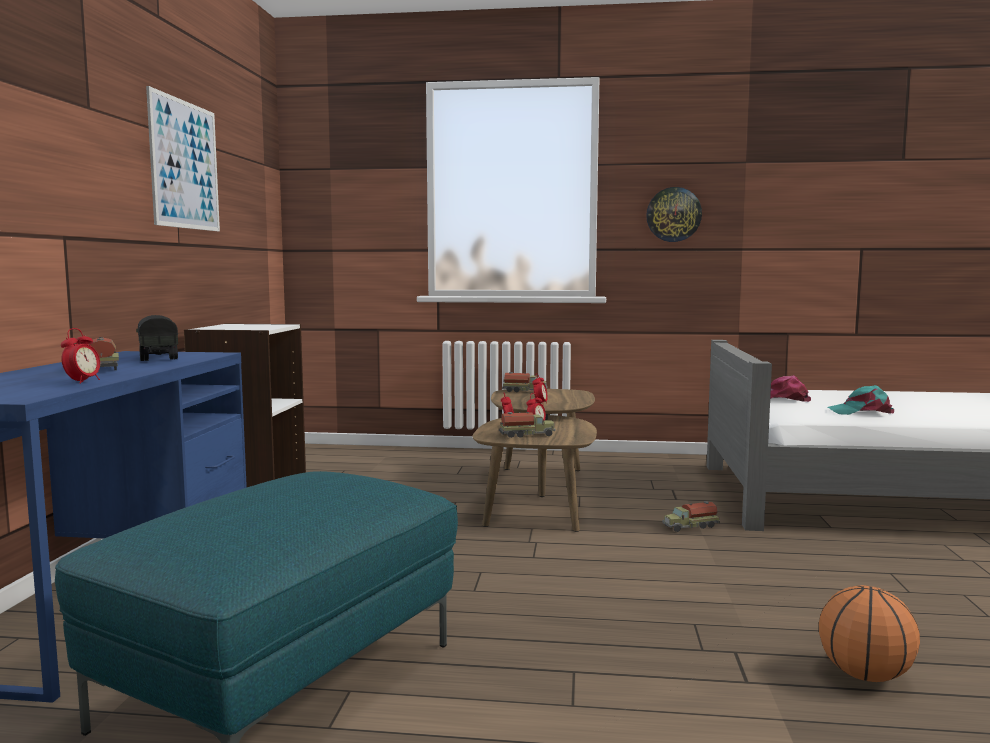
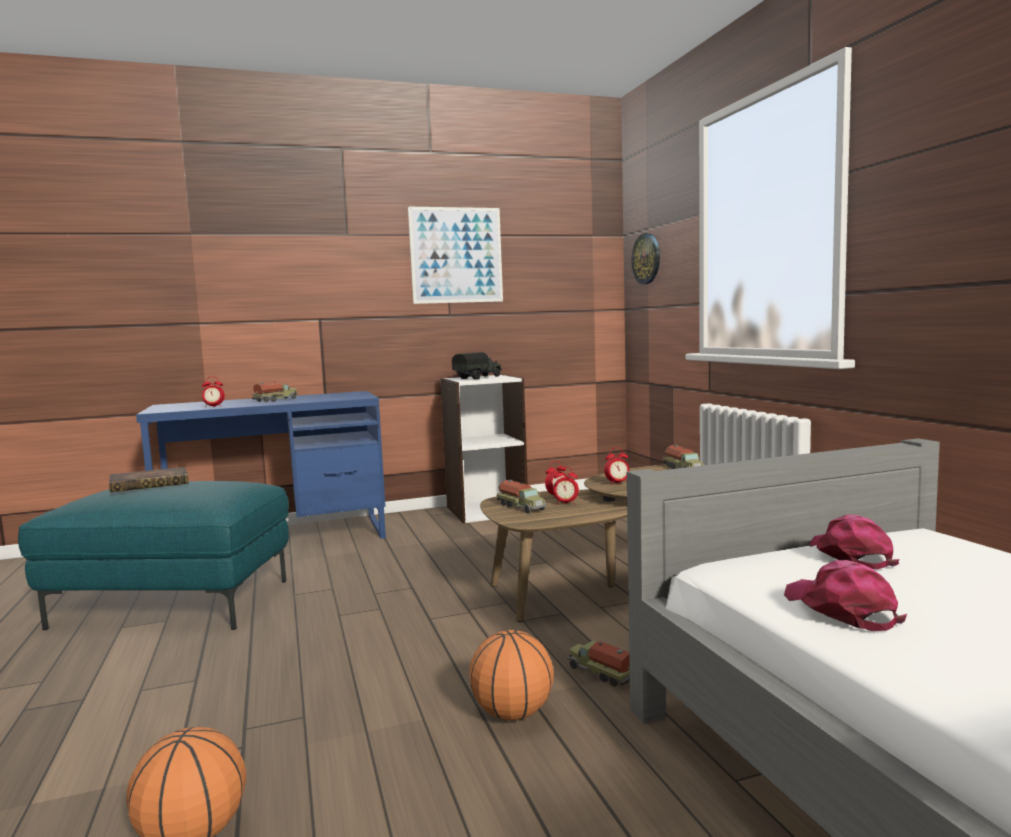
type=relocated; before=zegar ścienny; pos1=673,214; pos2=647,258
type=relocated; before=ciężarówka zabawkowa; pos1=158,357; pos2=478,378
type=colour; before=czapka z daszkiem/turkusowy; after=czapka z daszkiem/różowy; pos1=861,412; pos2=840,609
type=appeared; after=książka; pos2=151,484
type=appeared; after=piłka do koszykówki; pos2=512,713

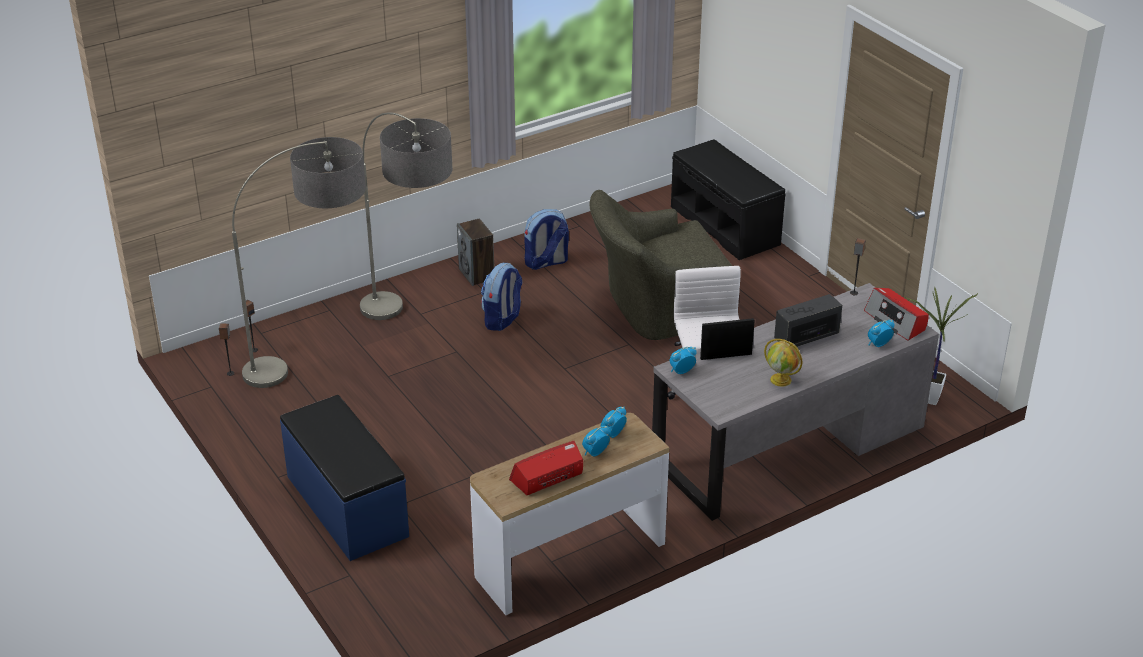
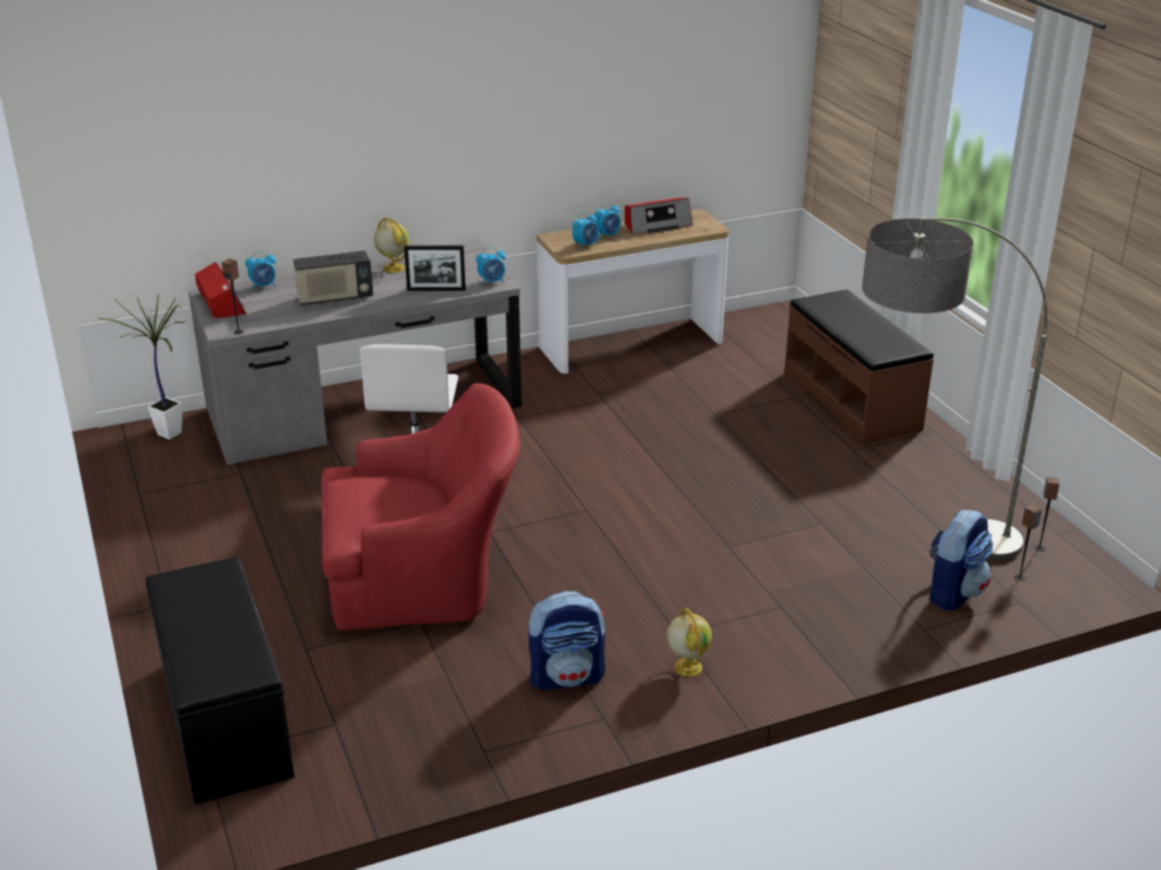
type=missing; before=lampa stojąca; pos1=412,330
type=colour; before=fotel/zielony; after=fotel/czerwony; pos1=657,308; pos2=425,578
type=exchanged; before=głośnik; after=globus; pos1=477,274; pos2=687,667
type=relocated; before=plecak; pos1=502,320; pos2=953,592
type=colour; before=ławka/niebieski; after=ławka/brązowy; pos1=346,506; pos2=852,400

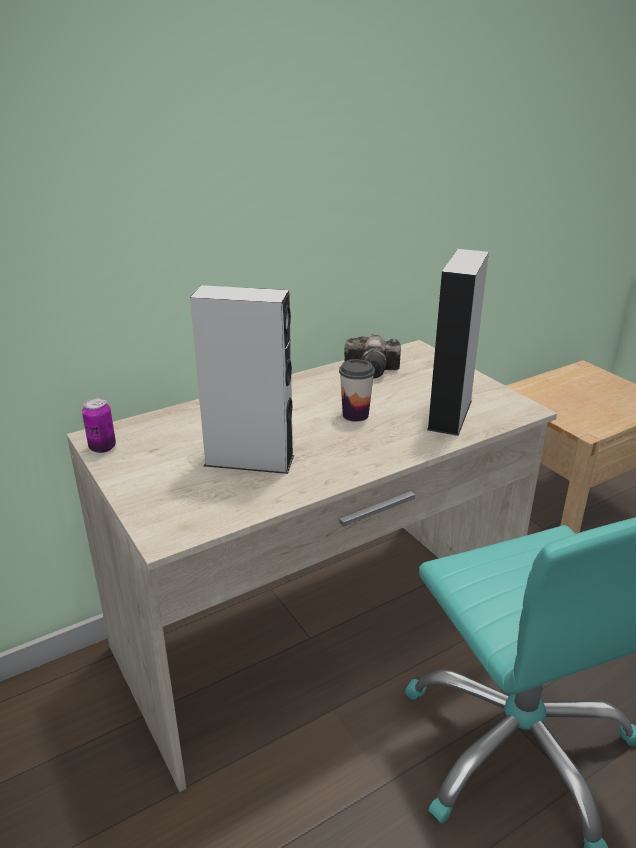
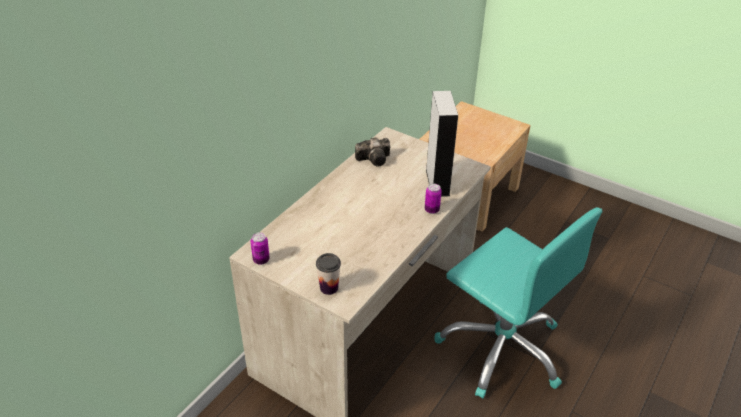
type=missing; before=głośnik/szary; pos1=249,460
type=relocated; before=filiżanka; pos1=355,415; pos2=329,288
type=appeared; after=puszka; pos2=432,210

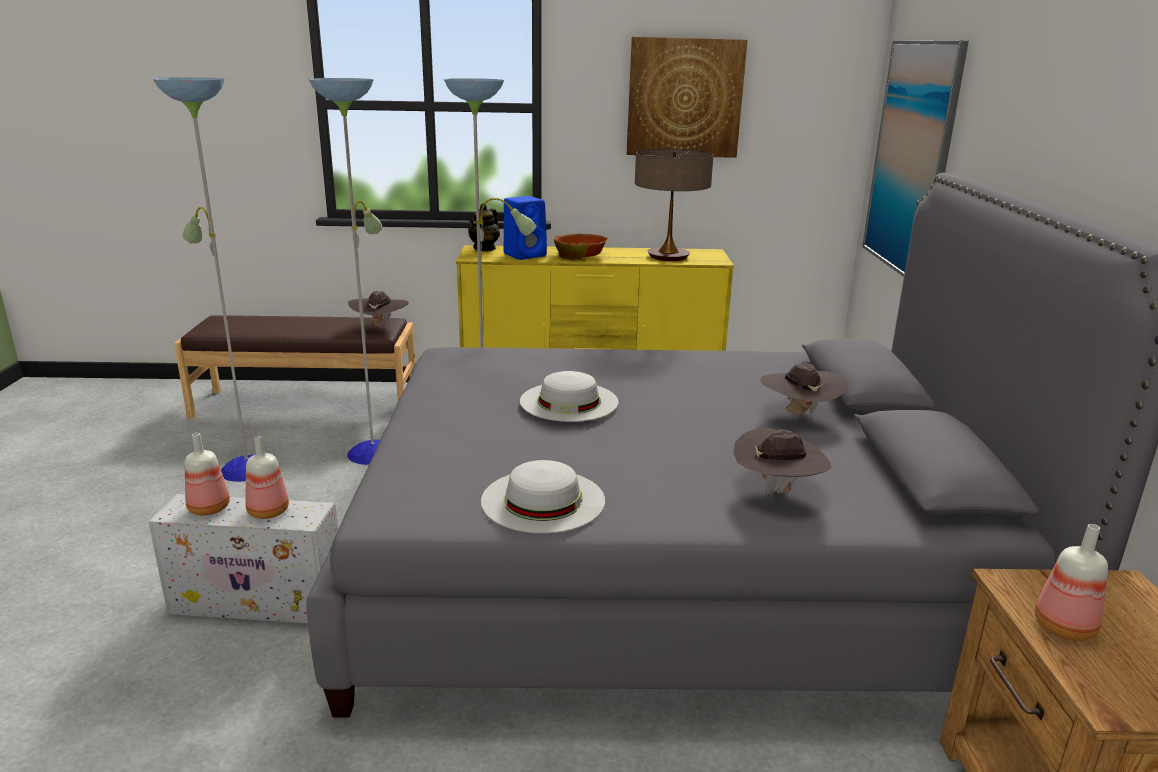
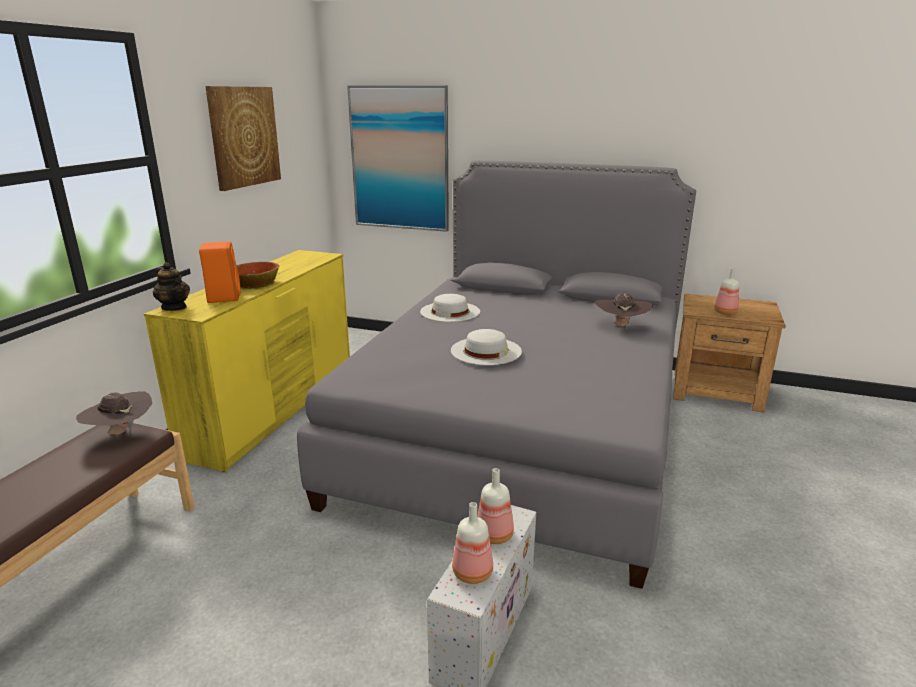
type=missing; before=lampa stojąca; pos1=373,451
type=missing; before=lampa stołowa; pos1=668,257
type=colour; before=głośnik/niebieski; after=głośnik/pomarańczowy; pos1=526,255; pos2=223,297
type=missing; before=kapelusz/brązowy; pos1=798,414
type=relocated; before=kapelusz/biały; pos1=543,500; pos2=450,311

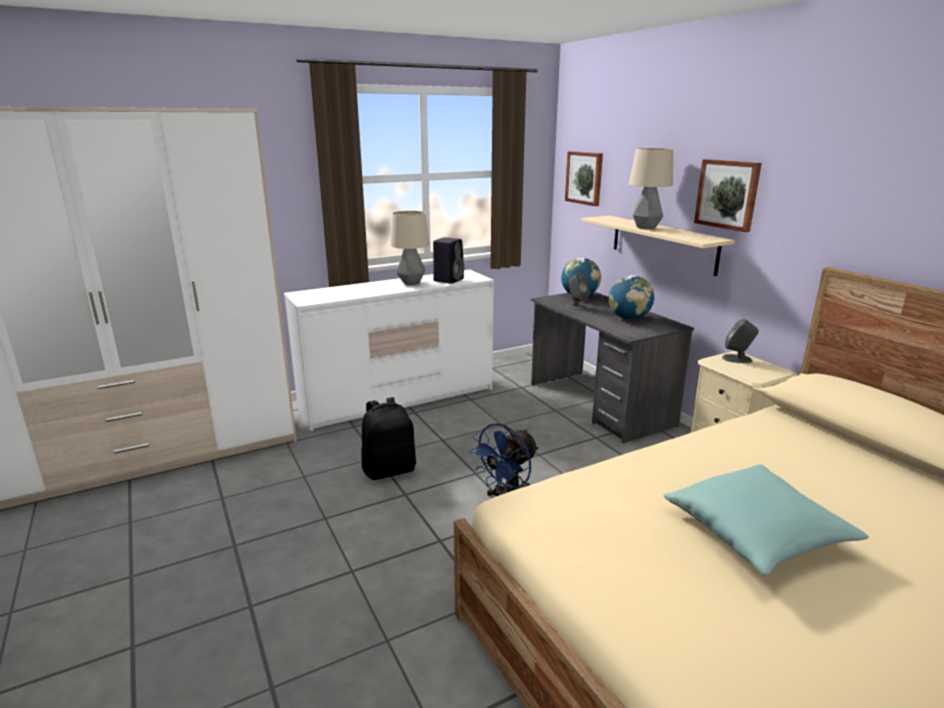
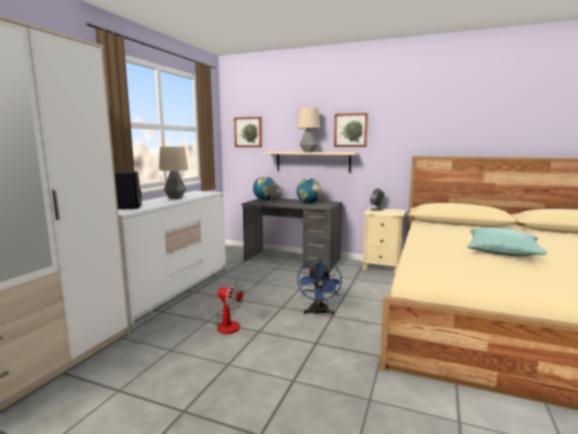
type=relocated; before=głośnik/czarny; pos1=449,280; pos2=129,207
type=exchanged; before=plecak/czarny; after=wentylator; pos1=389,470; pos2=228,324

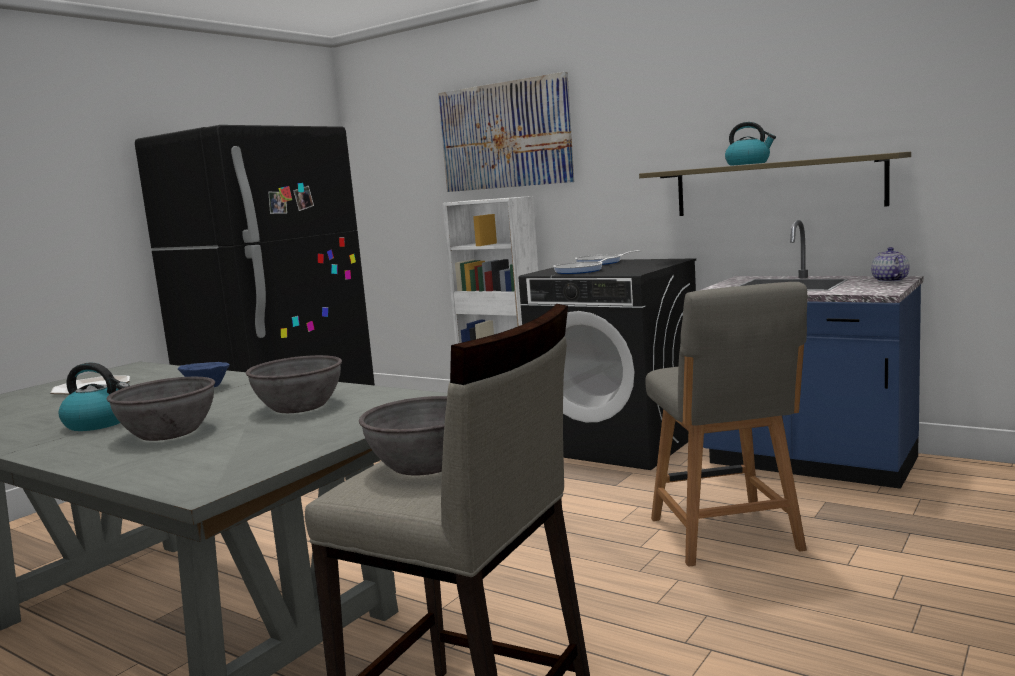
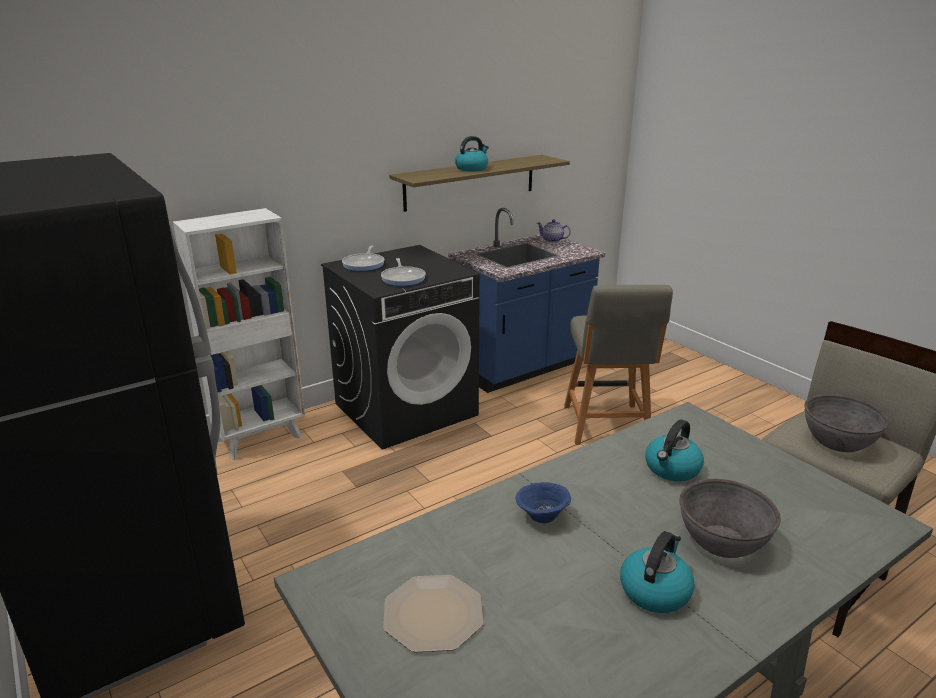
type=missing; before=obraz; pos1=505,135
type=spun; before=krzesło/szary; pos1=726,536; pos2=606,426; turn=75
type=exchanged; before=miska/szary; after=czajnik; pos1=299,406; pos2=672,469

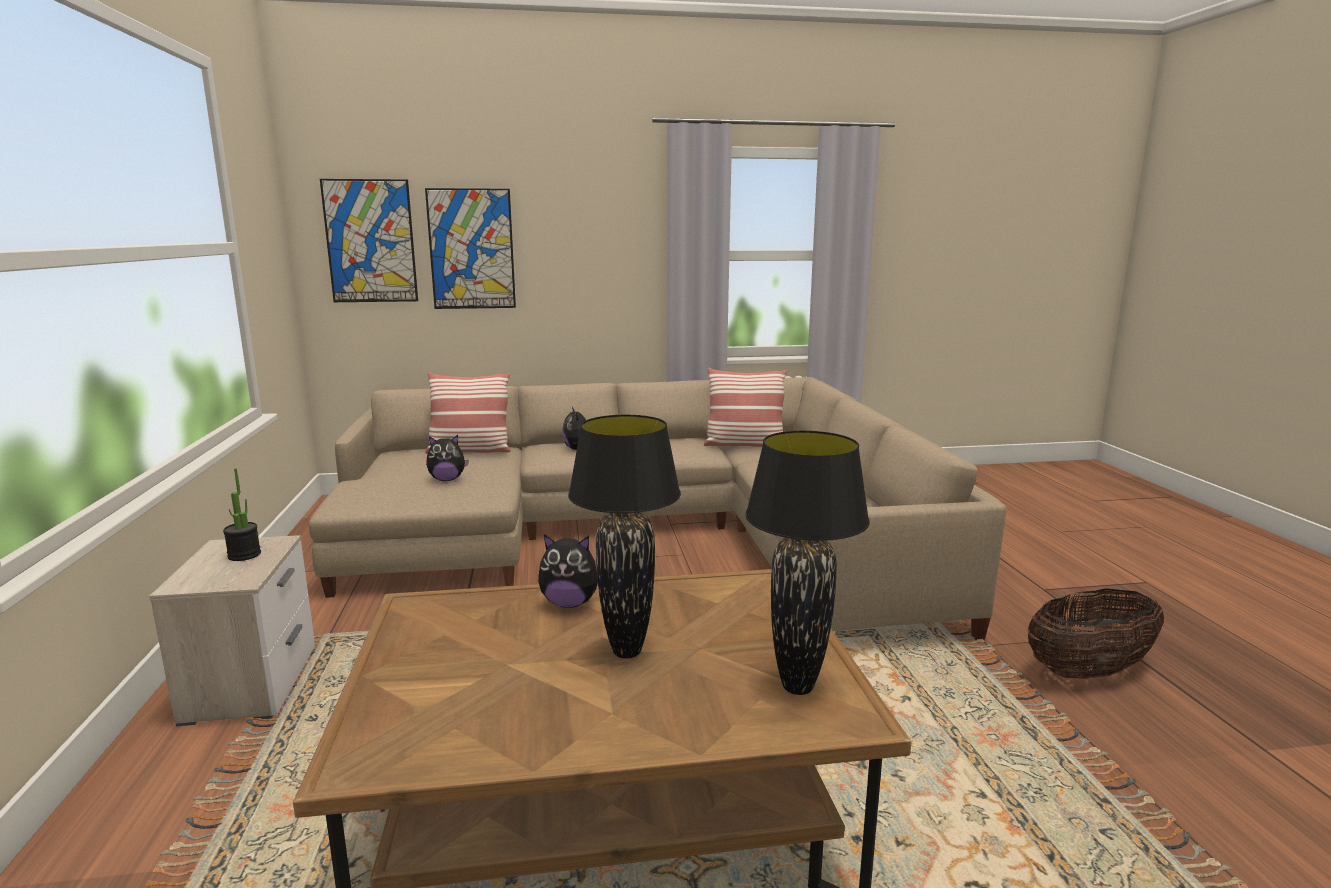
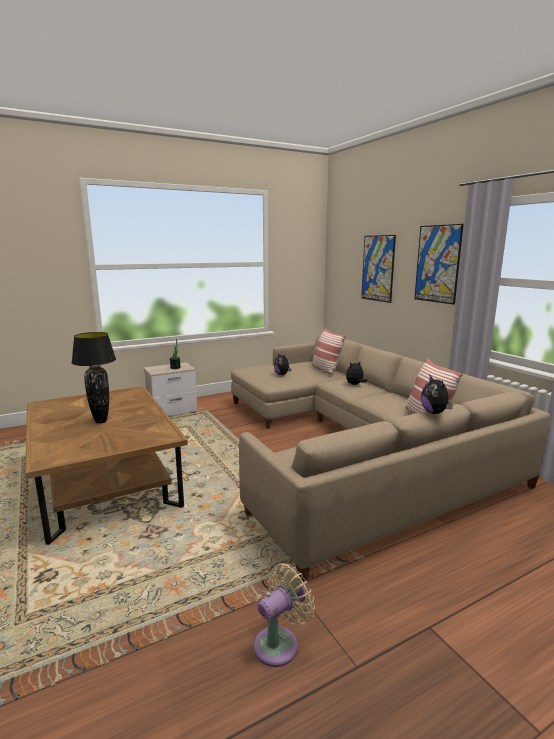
type=relocated; before=obraz; pos1=370,241; pos2=437,264
type=missing; before=lampa stołowa/czarny; pos1=798,686
type=relocated; before=pluszak; pos1=570,603; pos2=435,412
type=exchanged; before=koszyk; after=wentylator/beżowy; pos1=1088,671; pos2=280,643

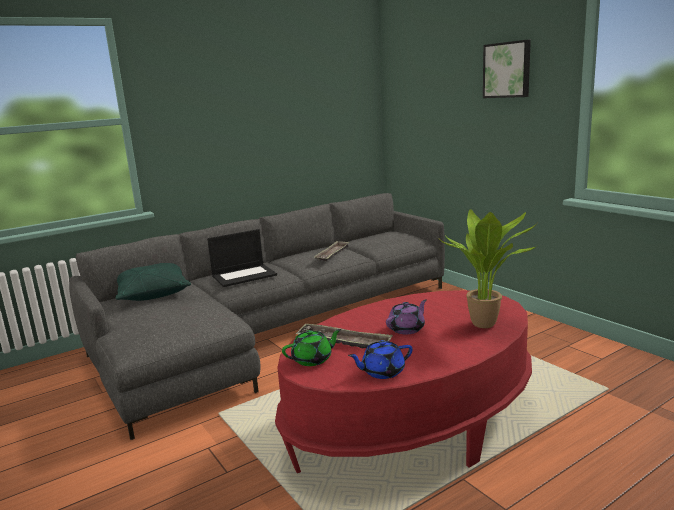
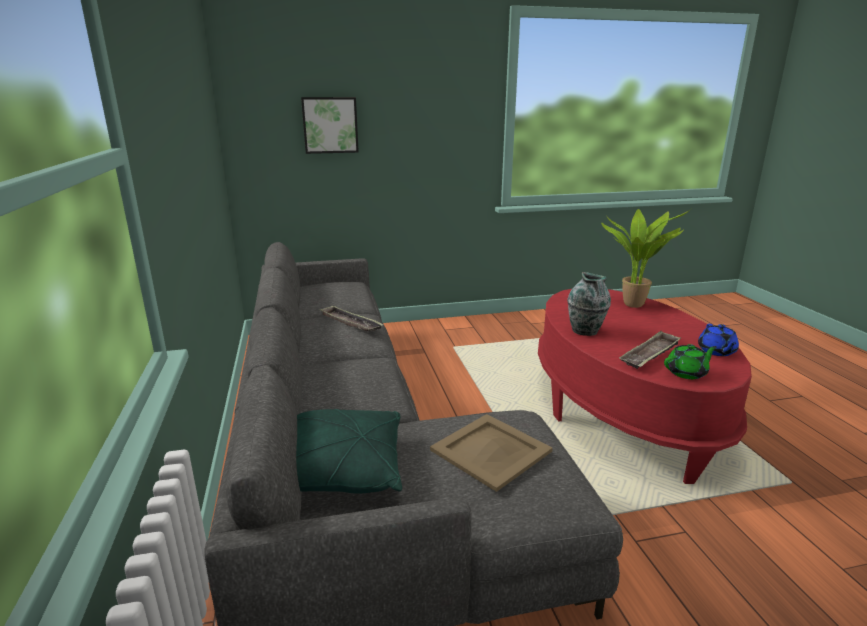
type=relocated; before=obraz; pos1=507,70; pos2=330,125
type=missing; before=laptop; pos1=244,275
type=missing; before=imbryk/fioletowy; pos1=407,329
type=spun; before=imbryk/zielony; pos1=313,359; pos2=687,373; turn=75
type=appeared; after=wazon; pos2=585,331
type=appeared; after=taca/beżowy; pos2=489,450

